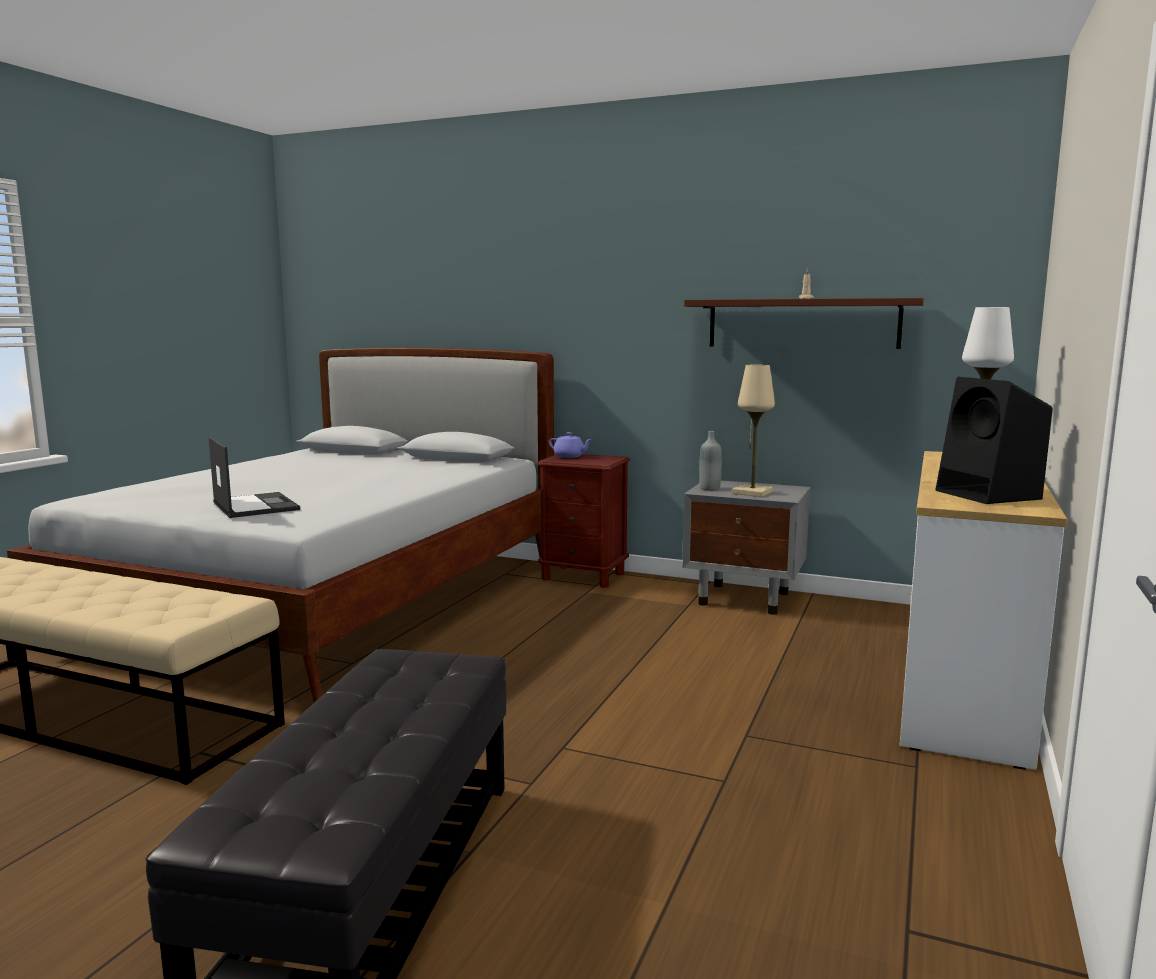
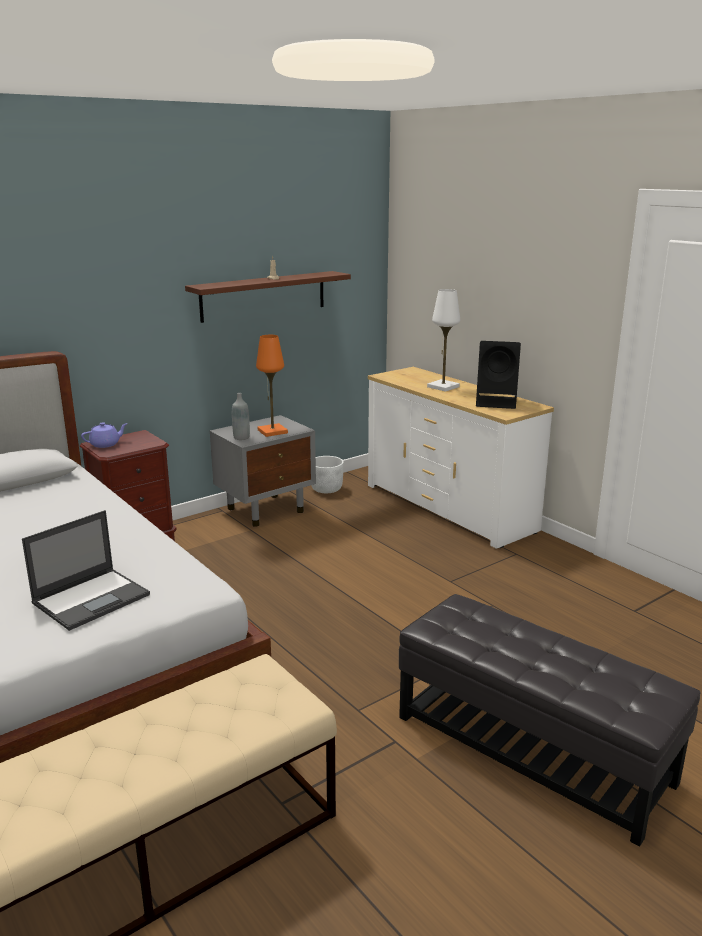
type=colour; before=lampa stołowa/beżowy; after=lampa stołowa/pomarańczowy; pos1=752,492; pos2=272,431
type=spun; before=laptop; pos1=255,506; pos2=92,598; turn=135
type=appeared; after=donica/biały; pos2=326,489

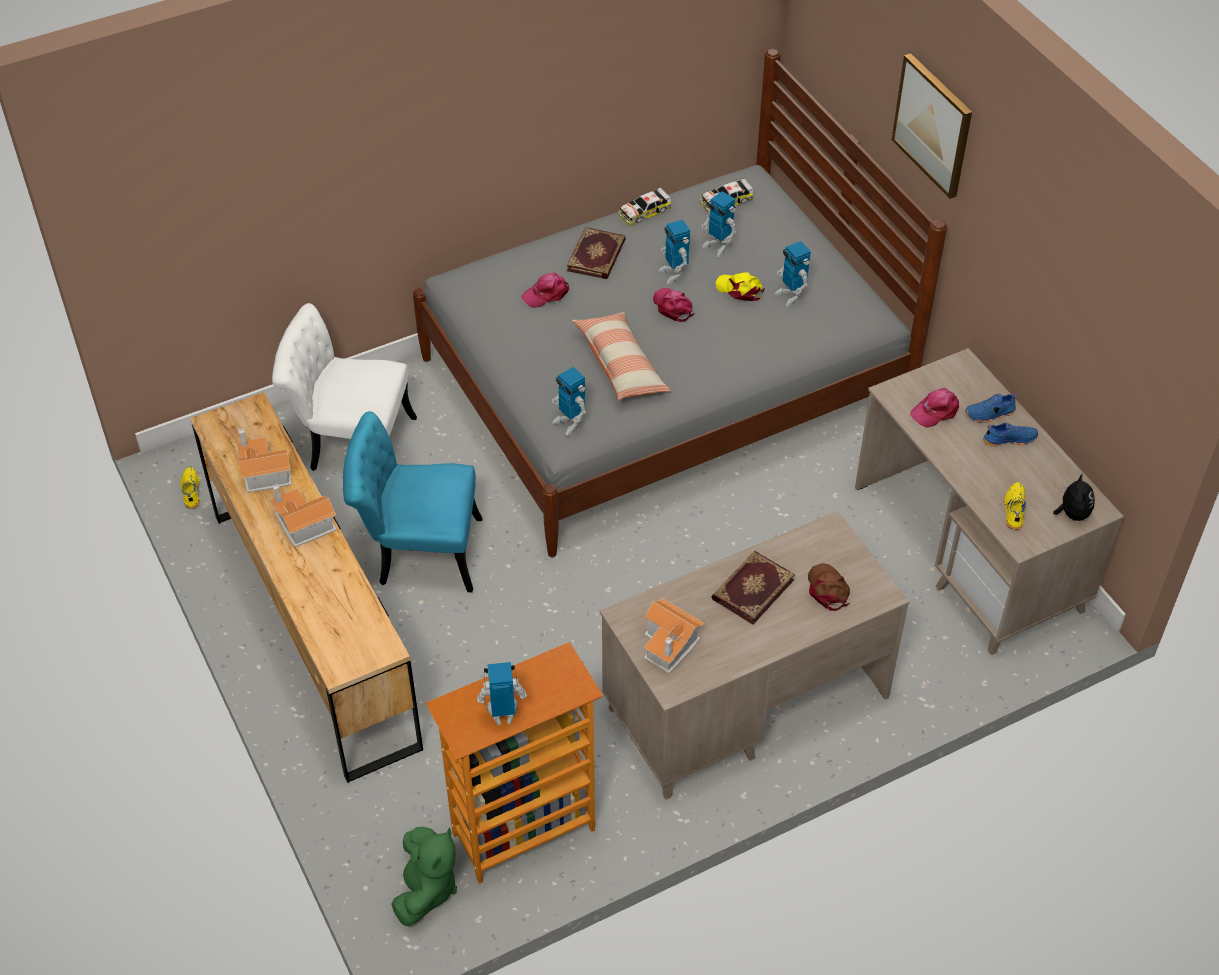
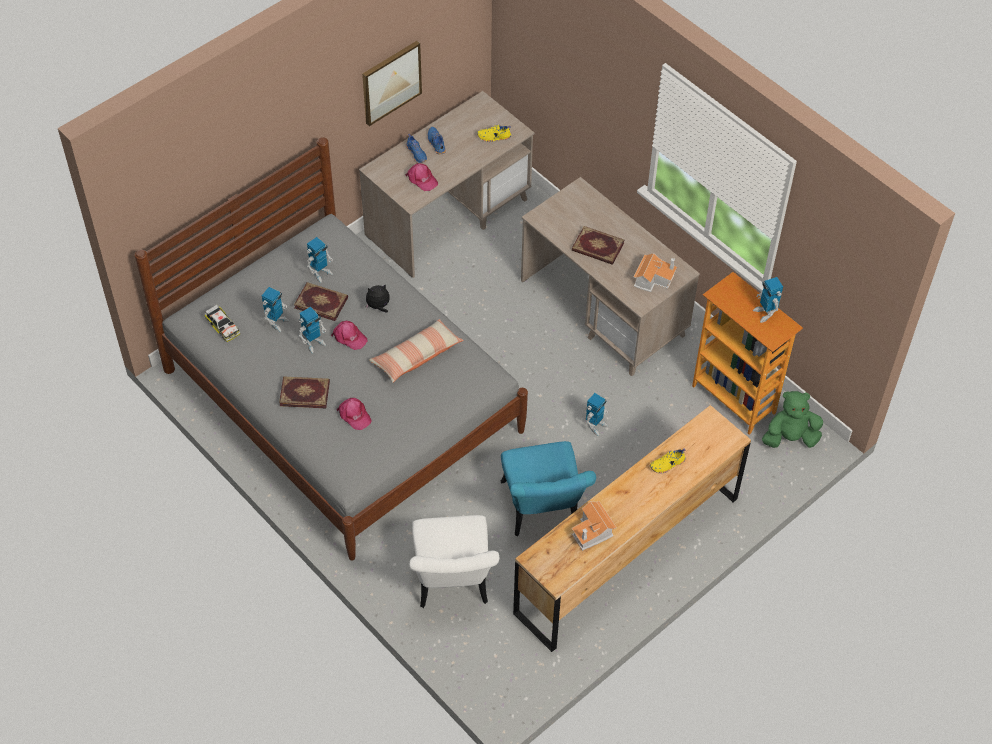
type=relocated; before=obraz; pos1=933,125; pos2=391,82
type=missing; before=samochodzik; pos1=644,211
type=exchanged; before=czapka z daszkiem/żółty; after=książka; pos1=740,289; pos2=321,302
type=spun; before=czapka z daszkiem/różowy; pos1=673,307; pos2=349,337; turn=-105
type=relocated; before=robot zabawkowy; pos1=569,423; pos2=595,426
type=relocated; before=but/żółty; pos1=190,492; pos2=667,464
type=relocated; before=pluszak; pos1=1072,514; pos2=378,306
type=missing; before=domek; pos1=302,524
type=missing; before=czapka z daszkiem/brązowy; pos1=828,589

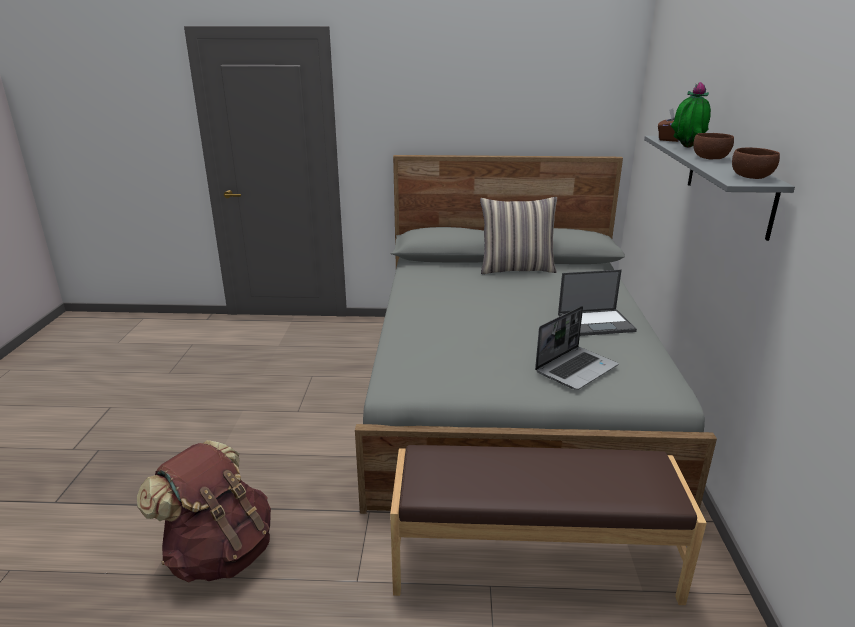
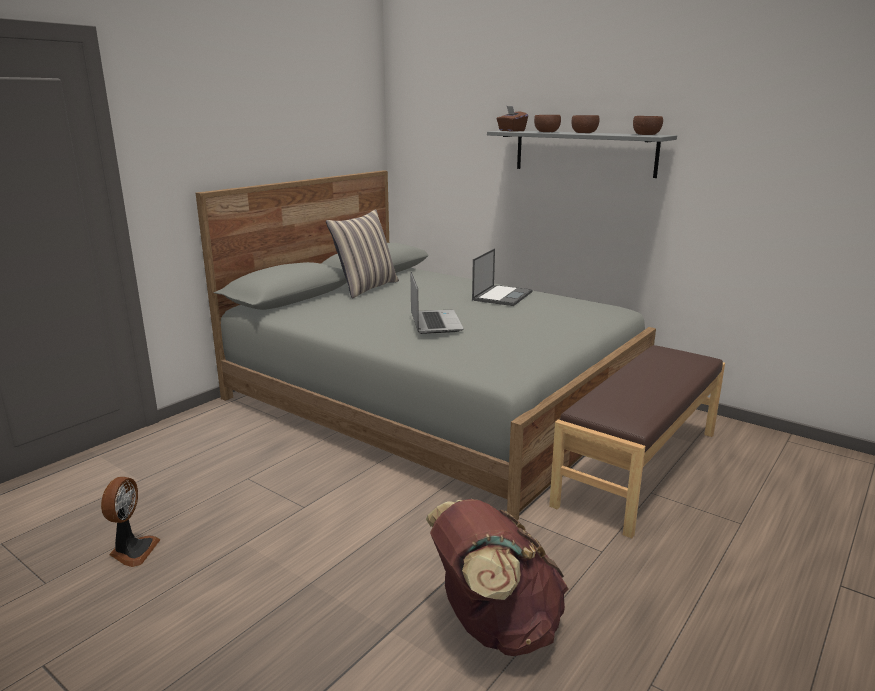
type=exchanged; before=roślina doniczkowa; after=miska/brązowy; pos1=686,148; pos2=547,132
type=relocated; before=laptop; pos1=576,368; pos2=434,323
type=appeared; after=wentylator; pos2=132,551

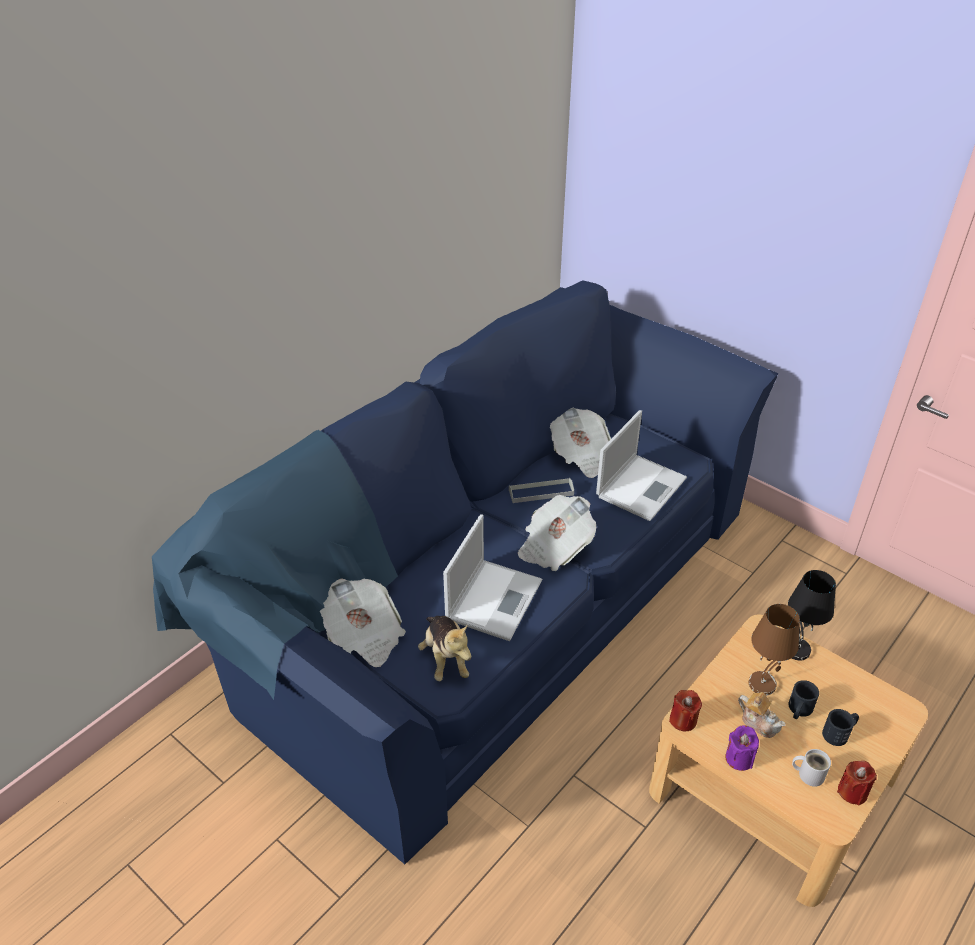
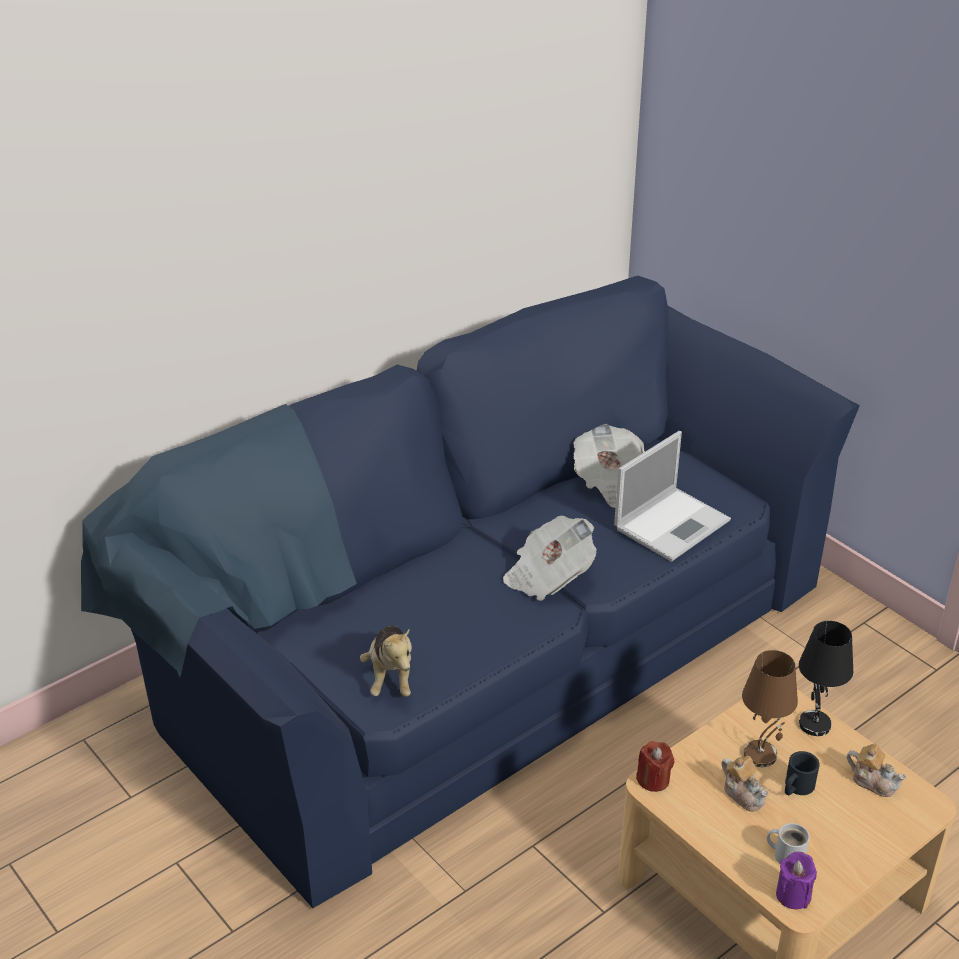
type=missing; before=taca/szary; pos1=541,492
type=missing; before=laptop; pos1=494,598
type=missing; before=gazeta; pos1=365,636
type=missing; before=kubek/czarny; pos1=839,733
type=relocated; before=świeca/fioletowy; pos1=739,758; pos2=793,895
type=missing; before=świeca/czerwony; pos1=852,791
type=appeared; after=imbryk; pos2=873,781

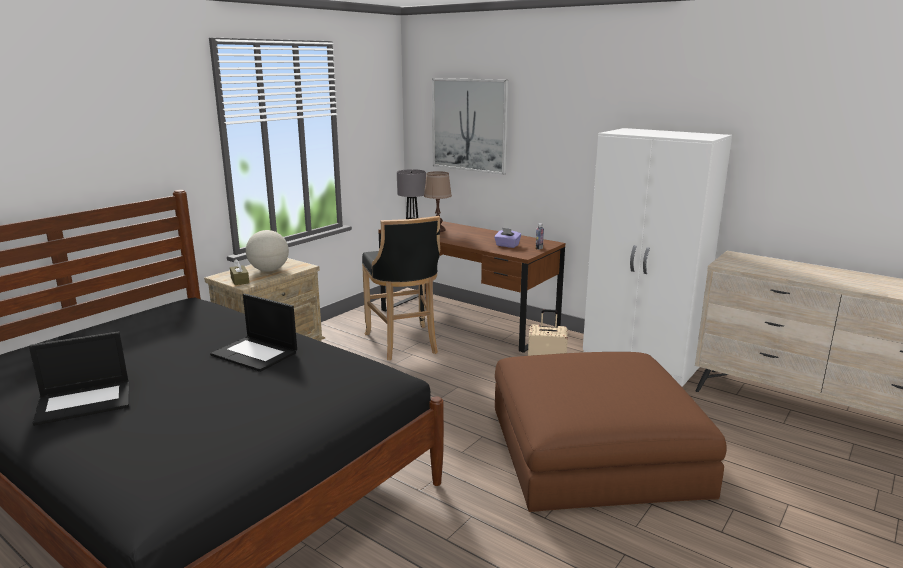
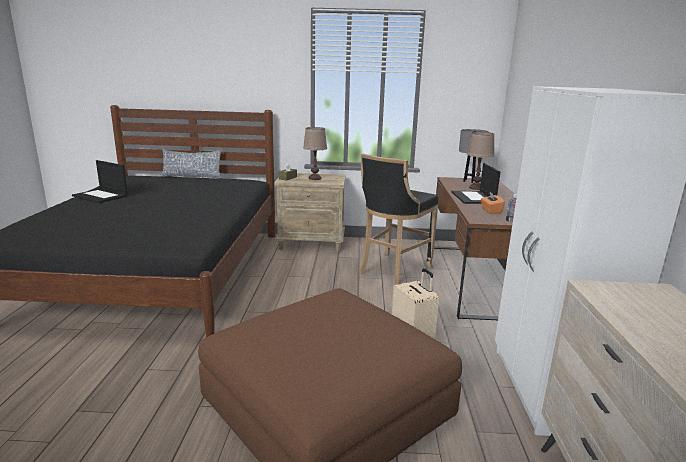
type=missing; before=obraz; pos1=469,125
type=colour; before=pudełko chusteczek/fioletowy; after=pudełko chusteczek/pomarańczowy; pos1=507,245; pos2=491,211
type=exchanged; before=globus; after=lampa stołowa/brązowy; pos1=269,270; pos2=315,178
type=relocated; before=laptop; pos1=255,353; pos2=473,198
type=appeared; after=poduszka; pos2=192,176

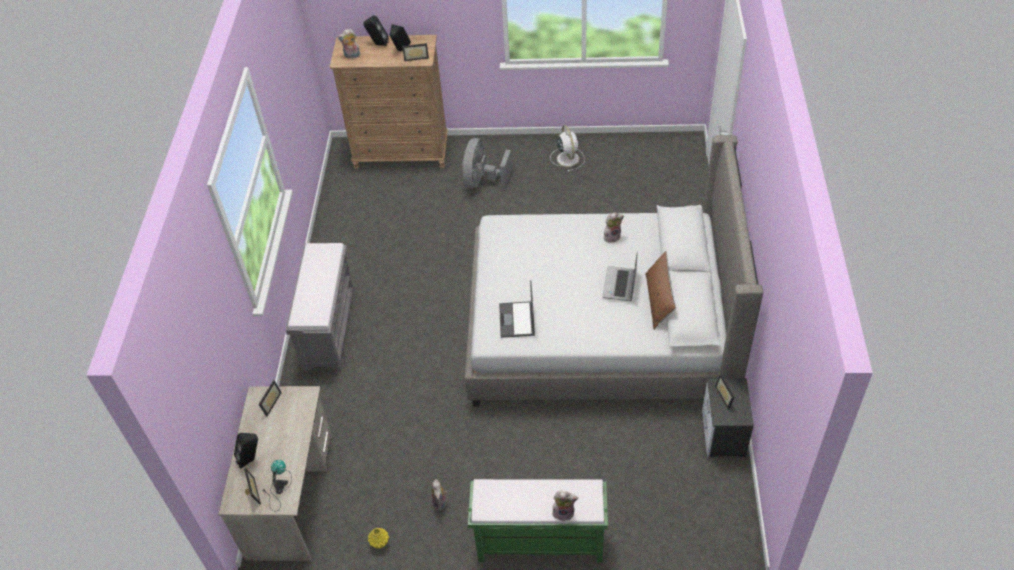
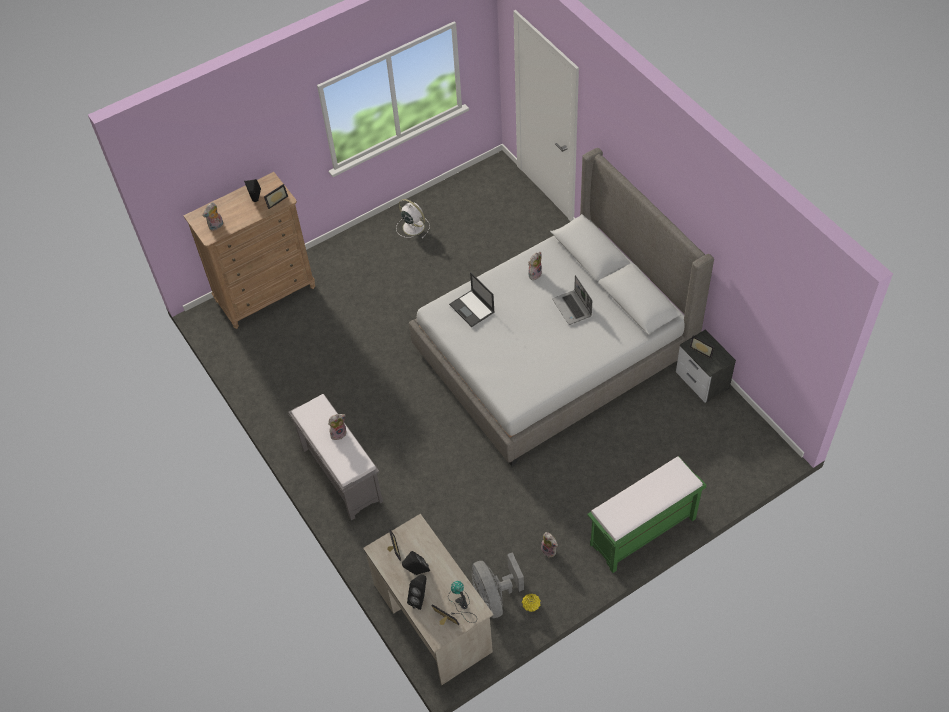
type=relocated; before=głośnik/czarny; pos1=378,44; pos2=416,572
type=relocated; before=wentylator/szary; pos1=482,181; pos2=494,597
type=missing; before=poduszka/brązowy; pos1=658,300
type=relocated; before=laptop; pos1=517,320; pos2=472,309
type=relocated; before=pluszak; pos1=564,512; pos2=338,433

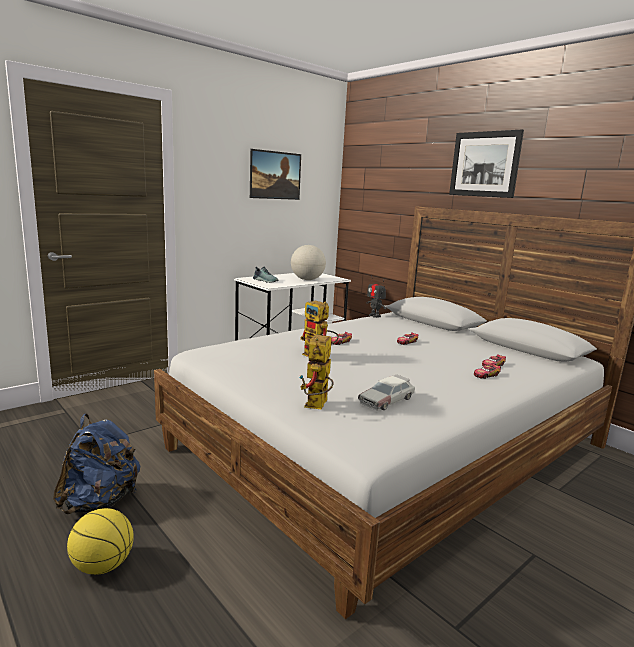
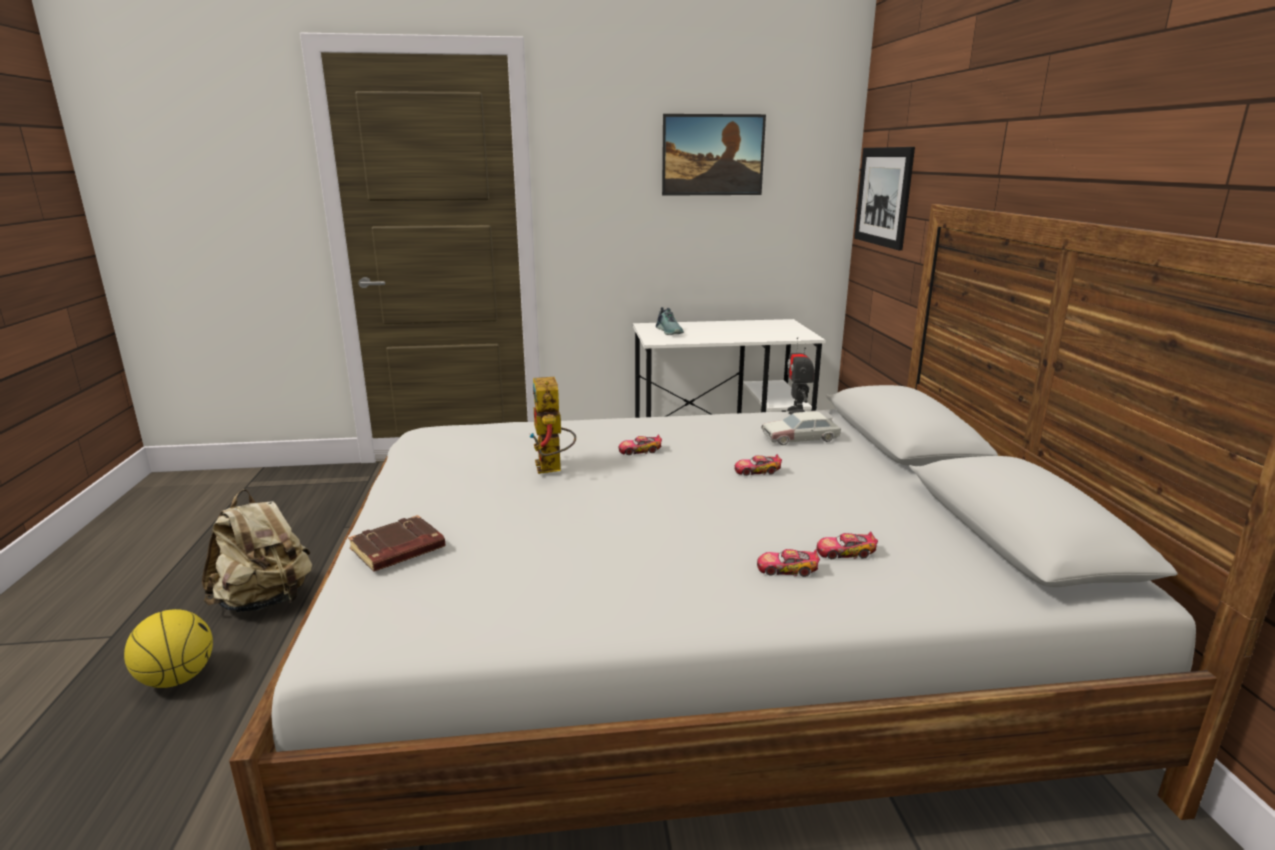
type=relocated; before=obraz; pos1=484,164; pos2=883,196
type=missing; before=globus; pos1=307,280
type=exchanged; before=robot zabawkowy; after=książka/brązowy; pos1=317,406; pos2=397,550
type=relocated; before=samochodzik; pos1=386,400; pos2=800,438
type=colour; before=plecak/niebieski; after=plecak/beżowy; pos1=100,501; pos2=265,601

